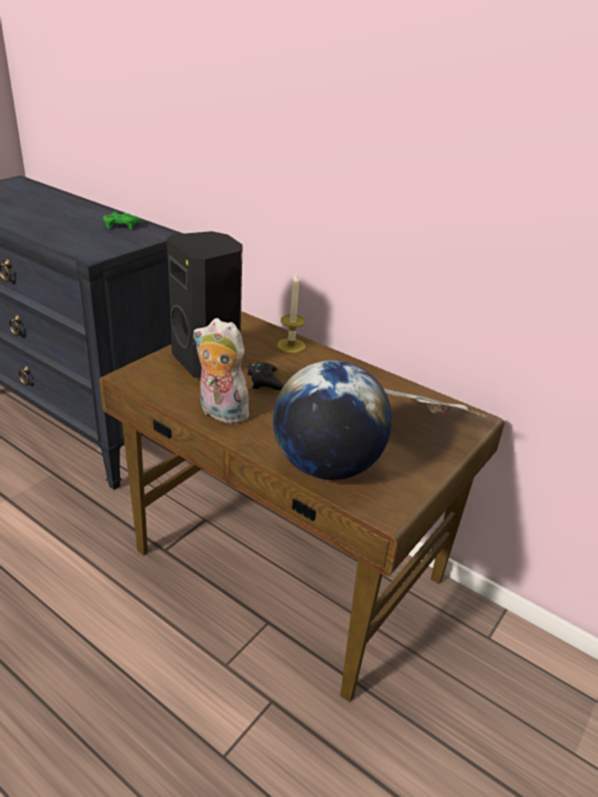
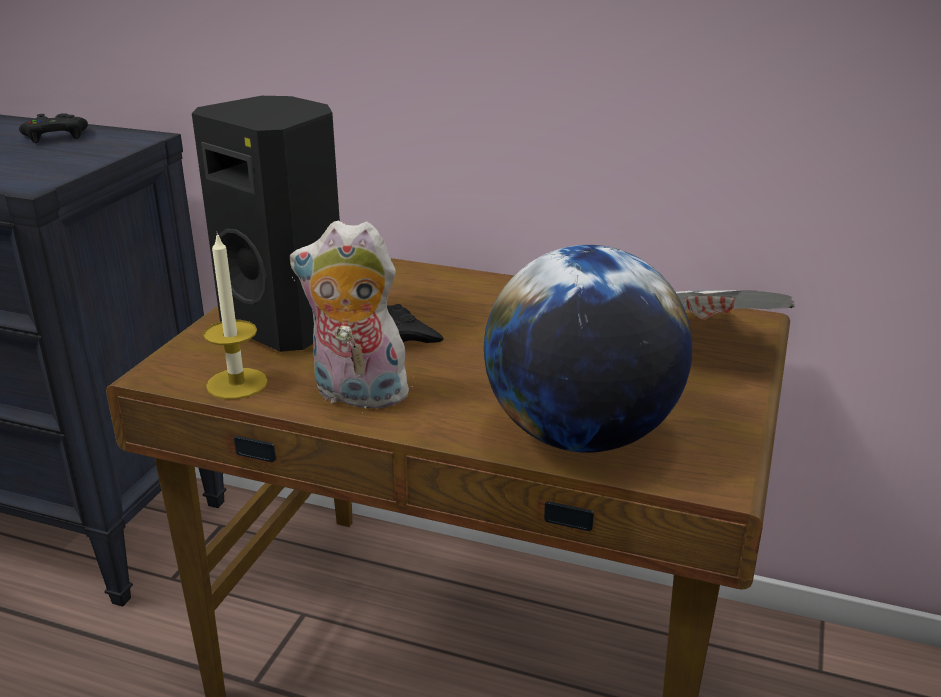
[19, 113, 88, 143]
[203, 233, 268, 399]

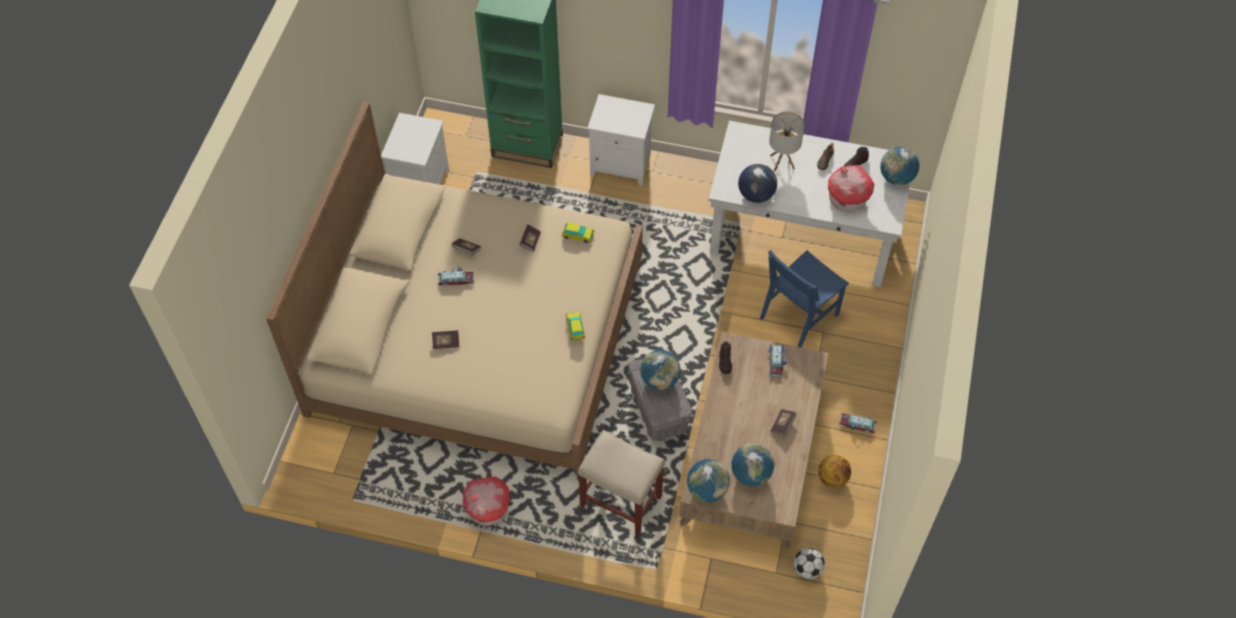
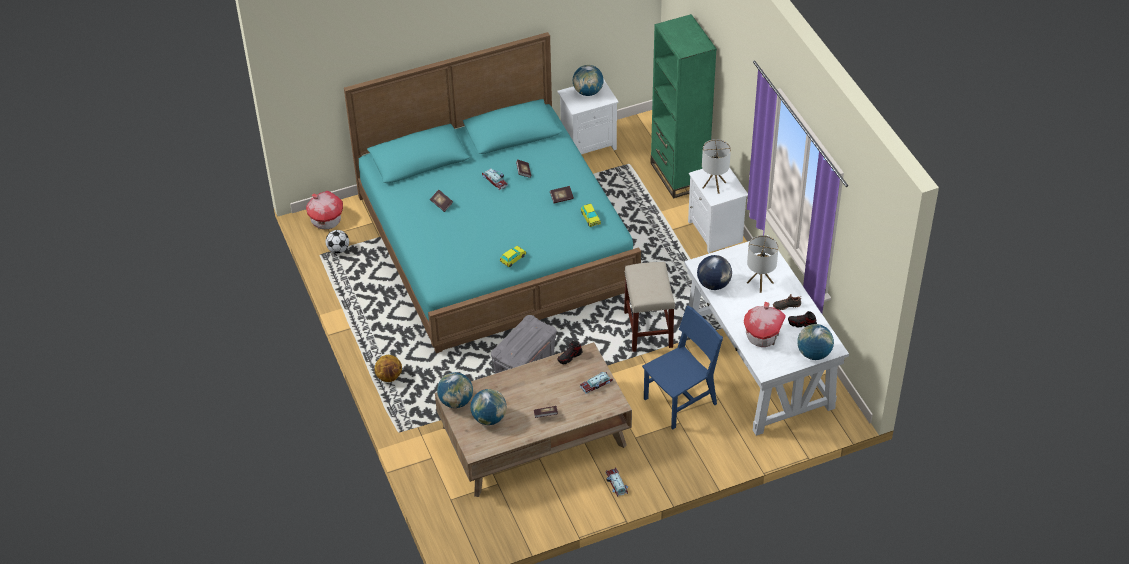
[344, 32, 641, 353]
[642, 305, 723, 429]
[573, 65, 604, 96]
[624, 262, 675, 352]
[374, 355, 402, 382]
[306, 191, 343, 229]
[326, 230, 349, 253]
[702, 139, 731, 194]

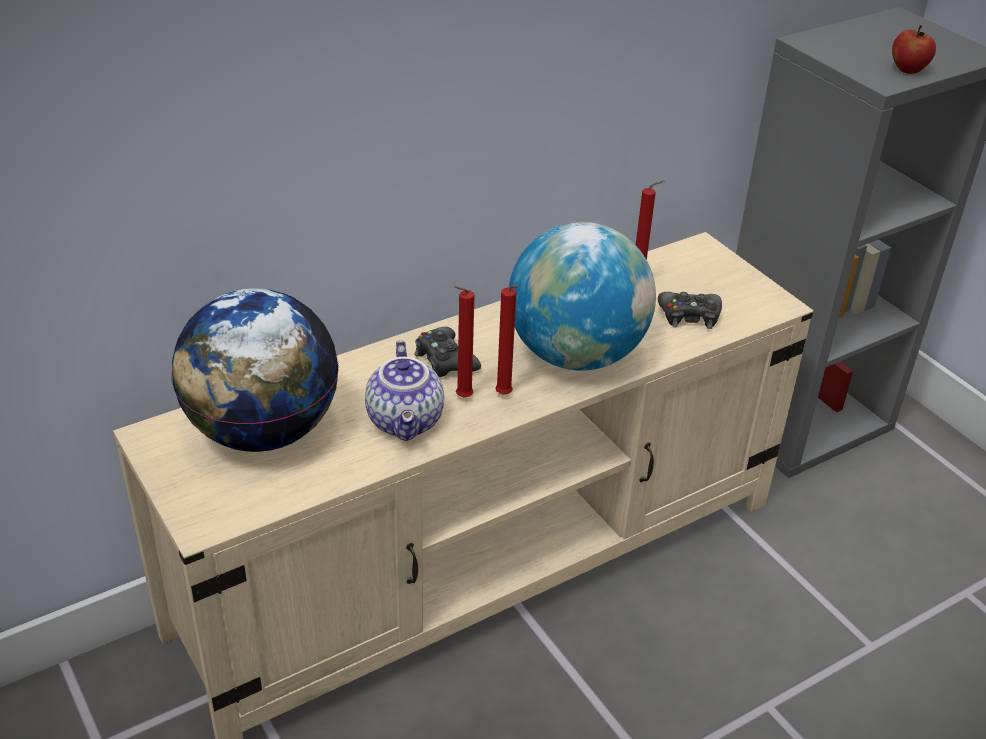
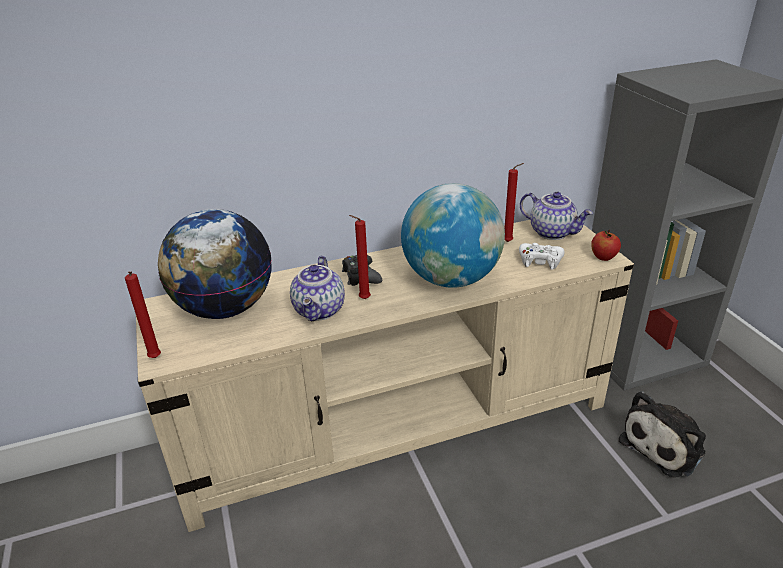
[591, 230, 621, 261]
[125, 271, 161, 358]
[519, 243, 565, 270]
[520, 192, 593, 240]
[619, 391, 706, 477]

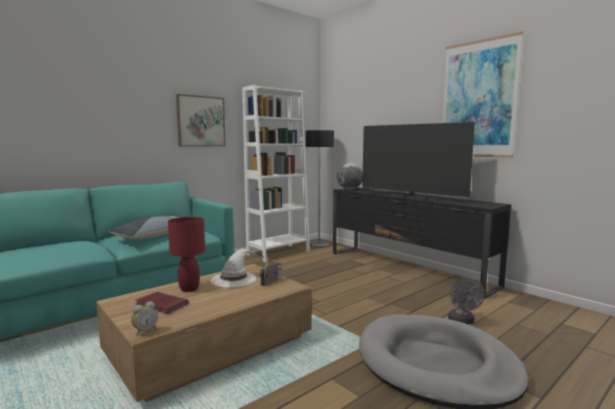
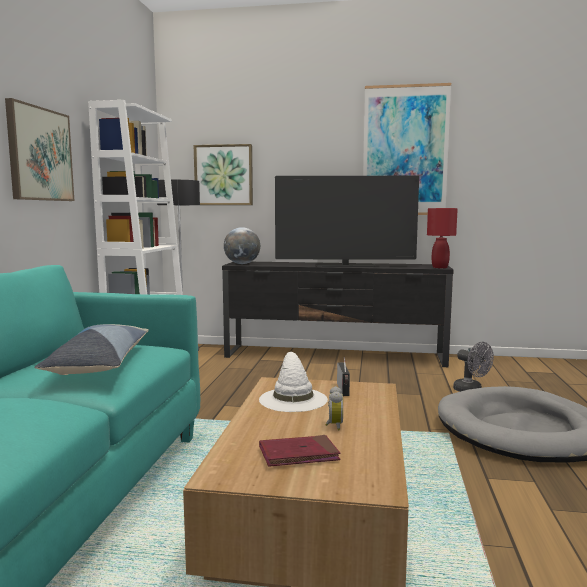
[427, 208, 458, 268]
[325, 386, 343, 431]
[194, 144, 253, 205]

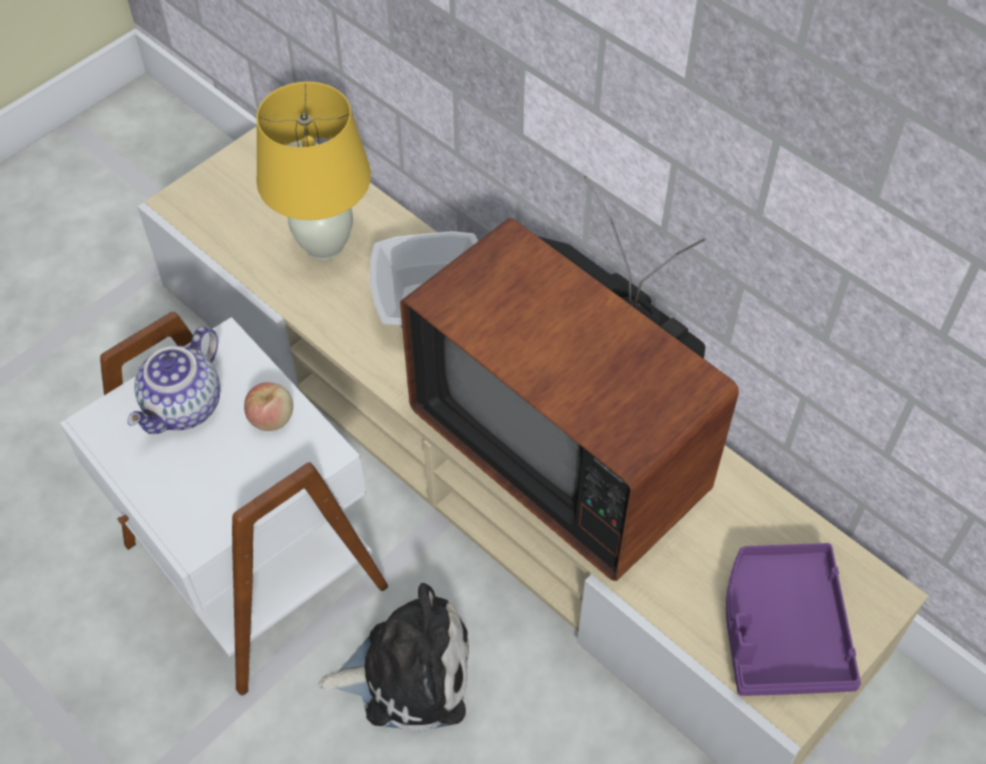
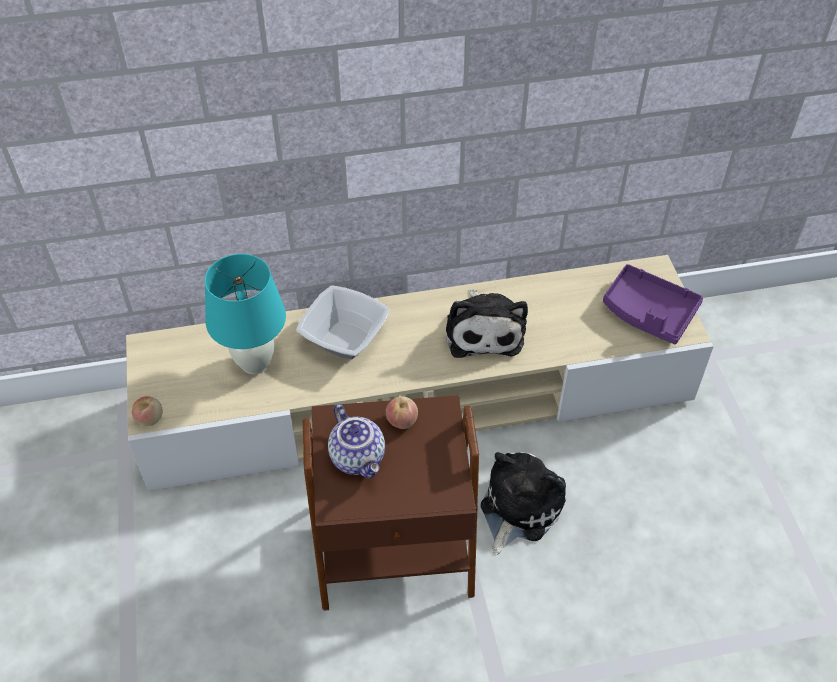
[205, 254, 286, 374]
[446, 289, 528, 358]
[303, 395, 479, 610]
[132, 396, 163, 426]

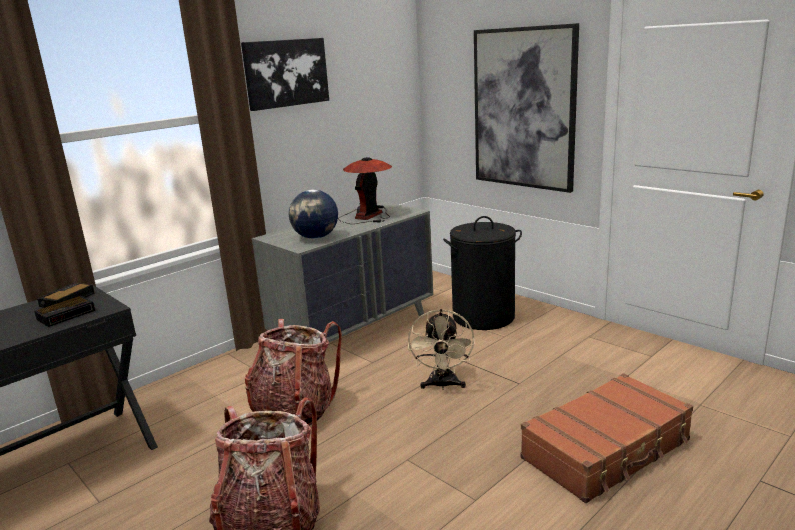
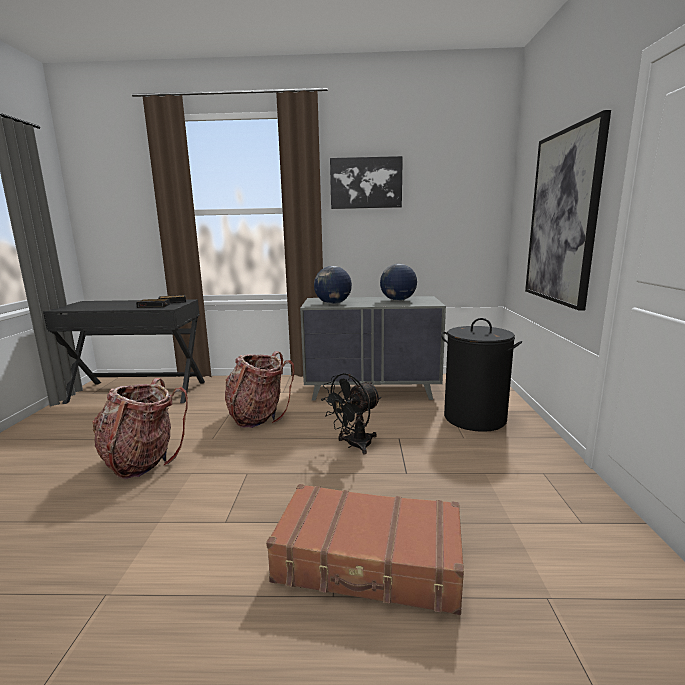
[380, 264, 417, 301]
[321, 373, 381, 454]

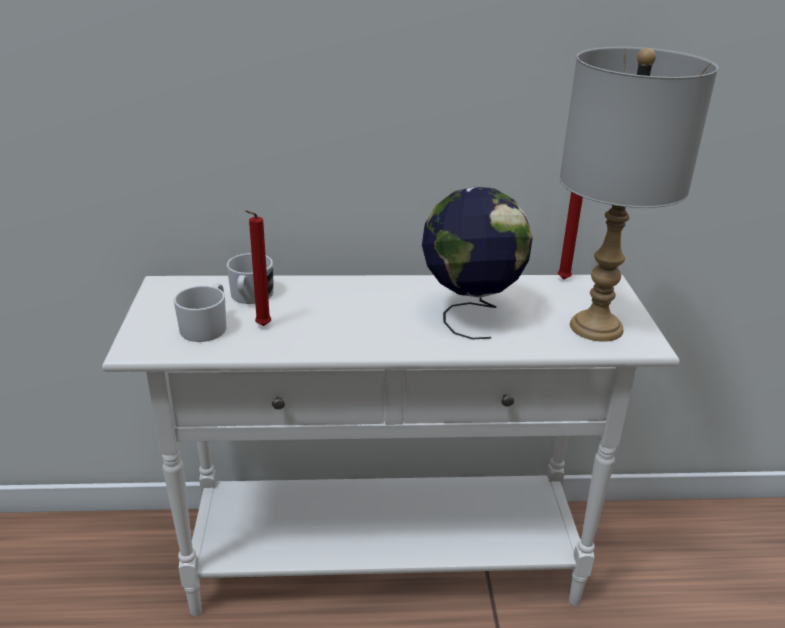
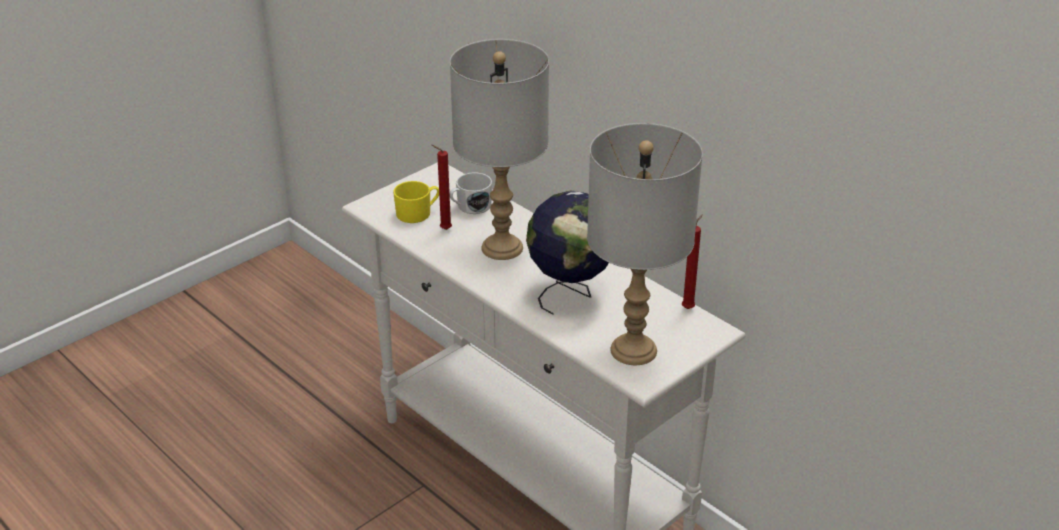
[393, 181, 439, 223]
[450, 39, 549, 260]

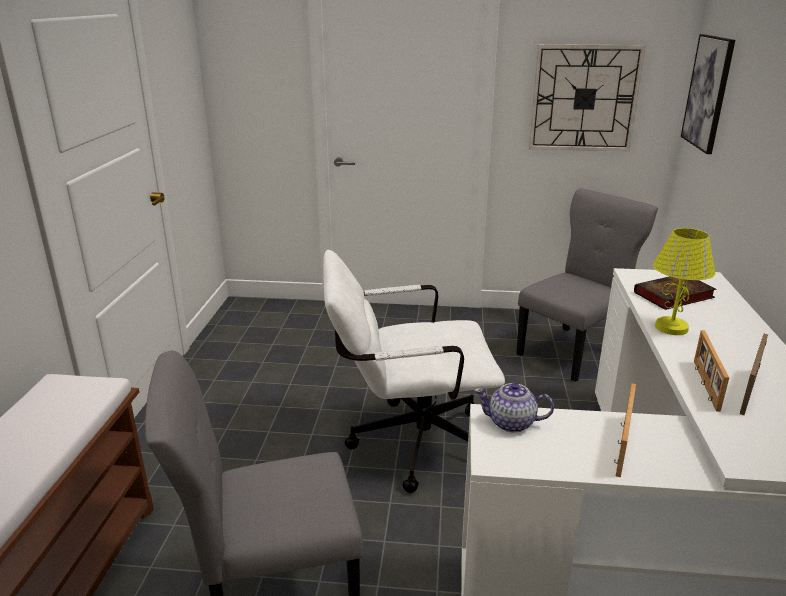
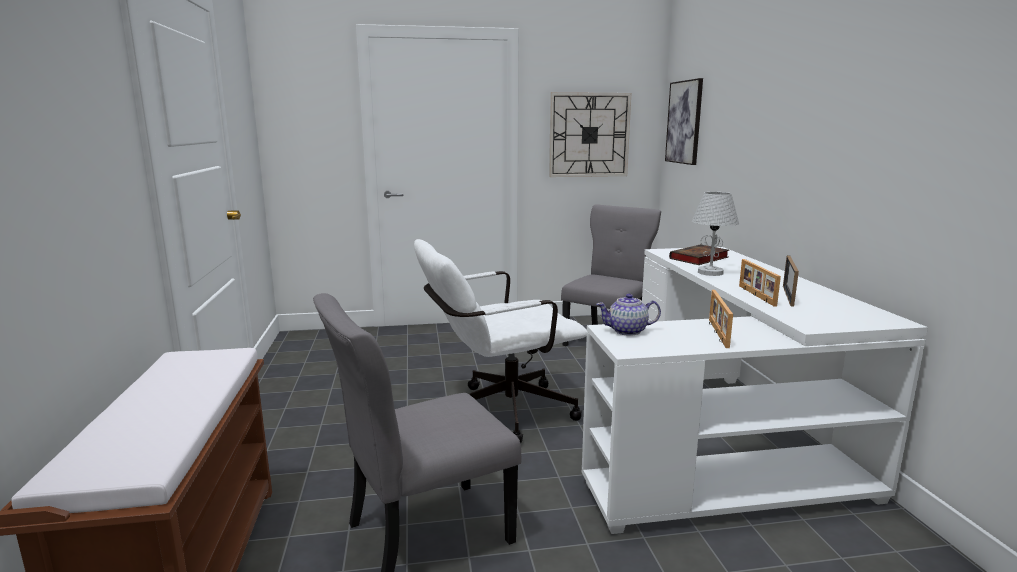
[692, 192, 739, 276]

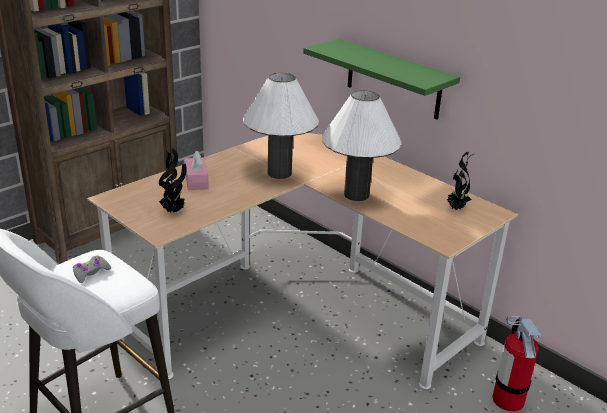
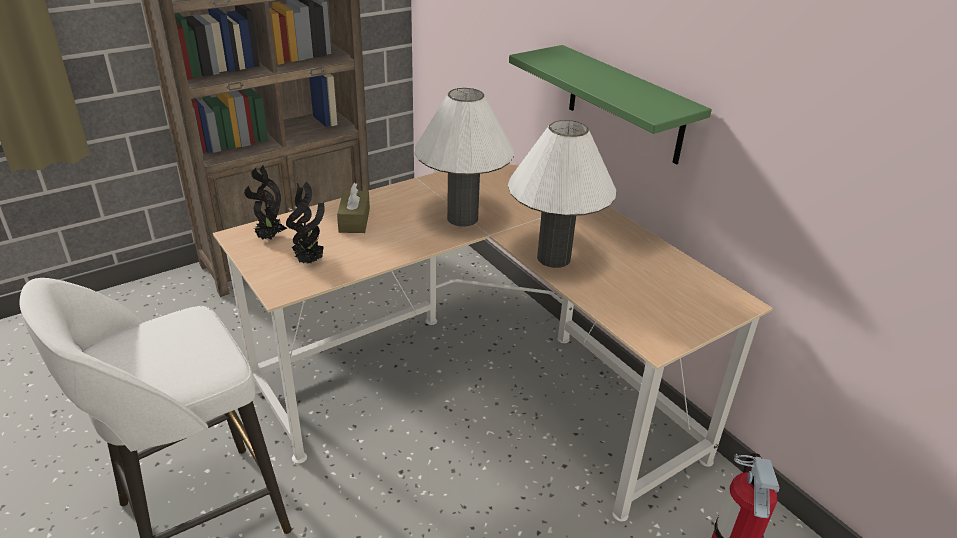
[337, 183, 370, 233]
[244, 166, 287, 240]
[73, 256, 111, 283] (first image)

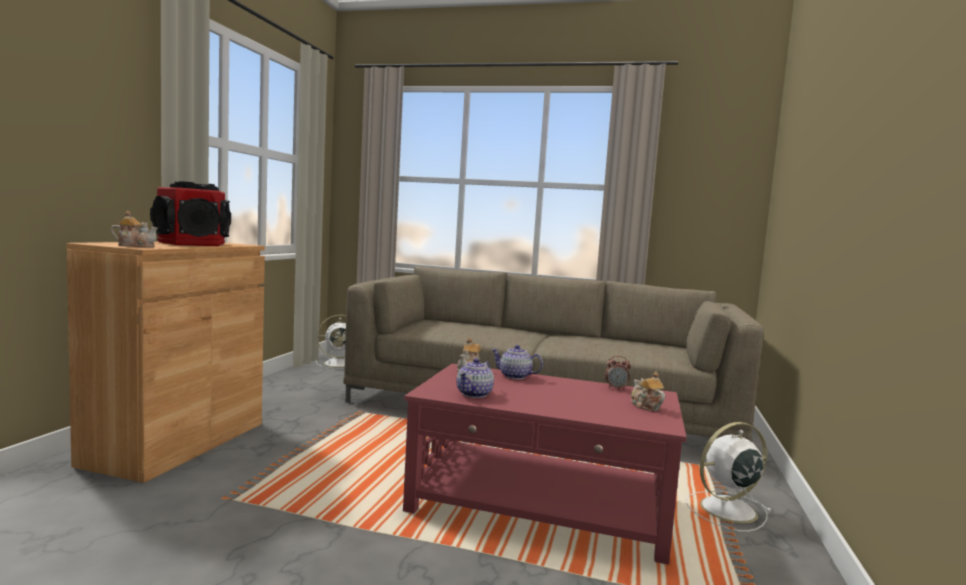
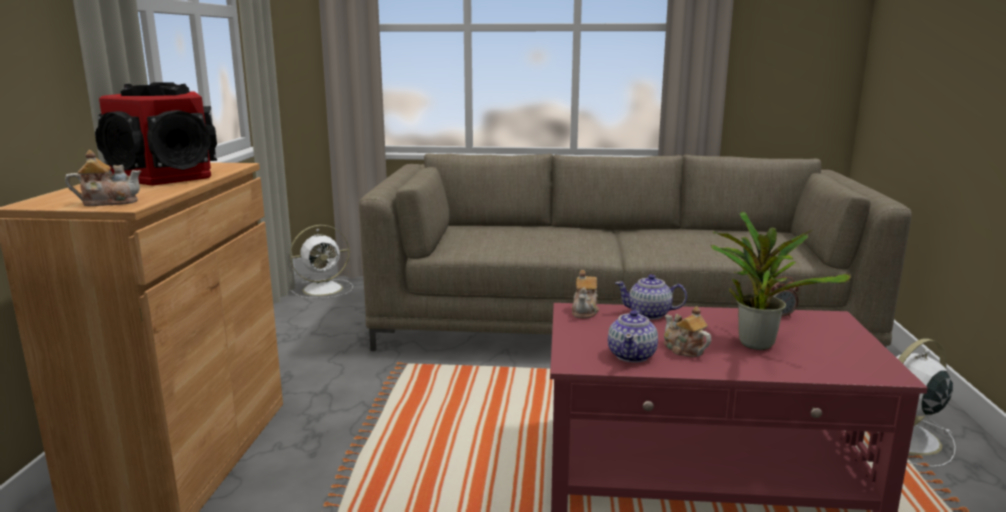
[664, 306, 711, 357]
[710, 211, 851, 350]

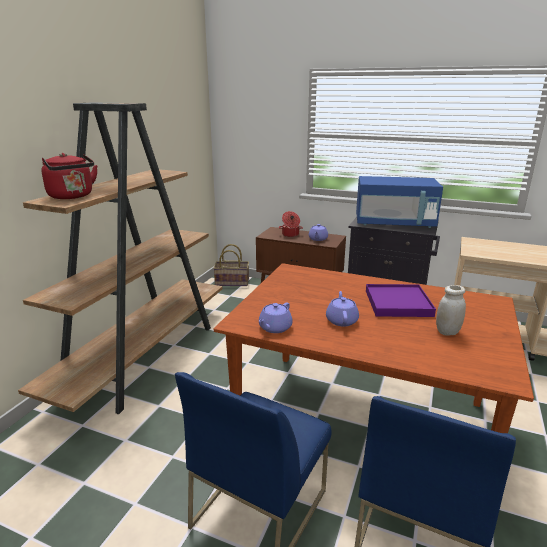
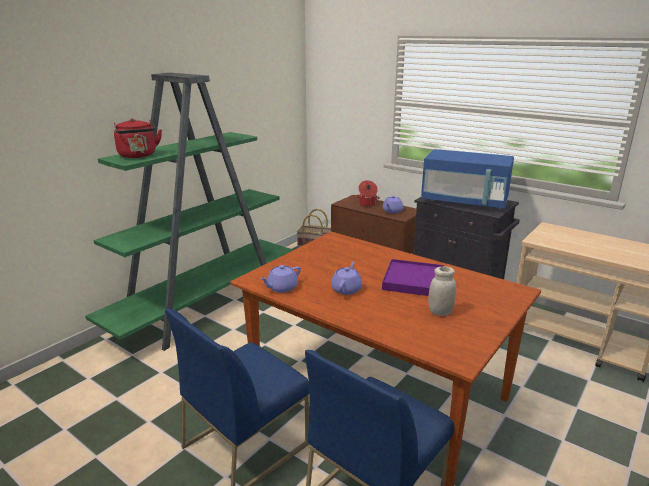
[85, 73, 293, 351]

